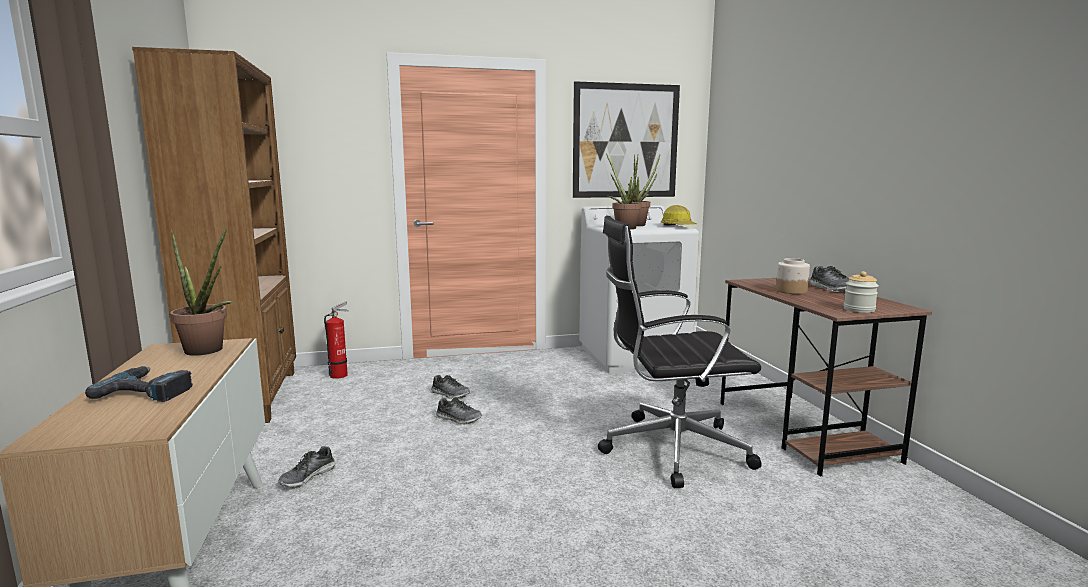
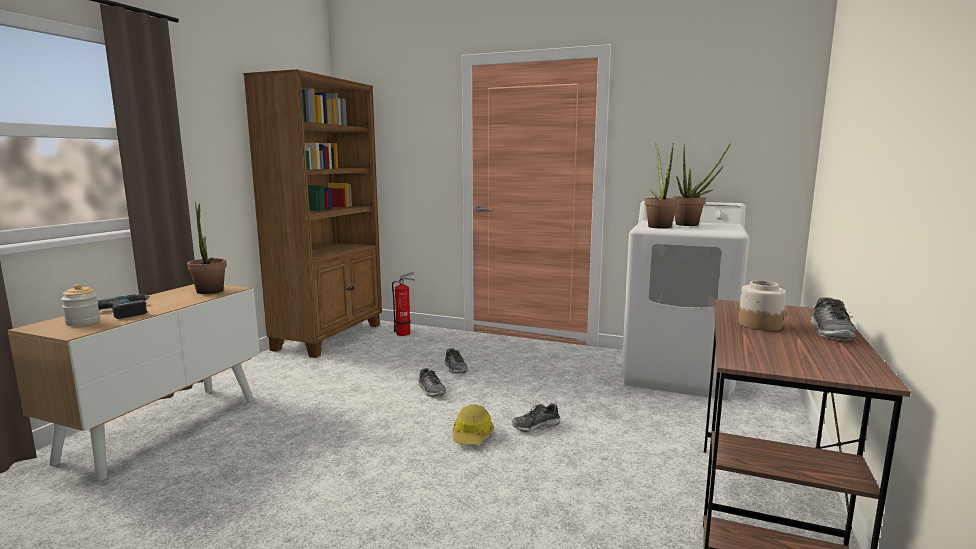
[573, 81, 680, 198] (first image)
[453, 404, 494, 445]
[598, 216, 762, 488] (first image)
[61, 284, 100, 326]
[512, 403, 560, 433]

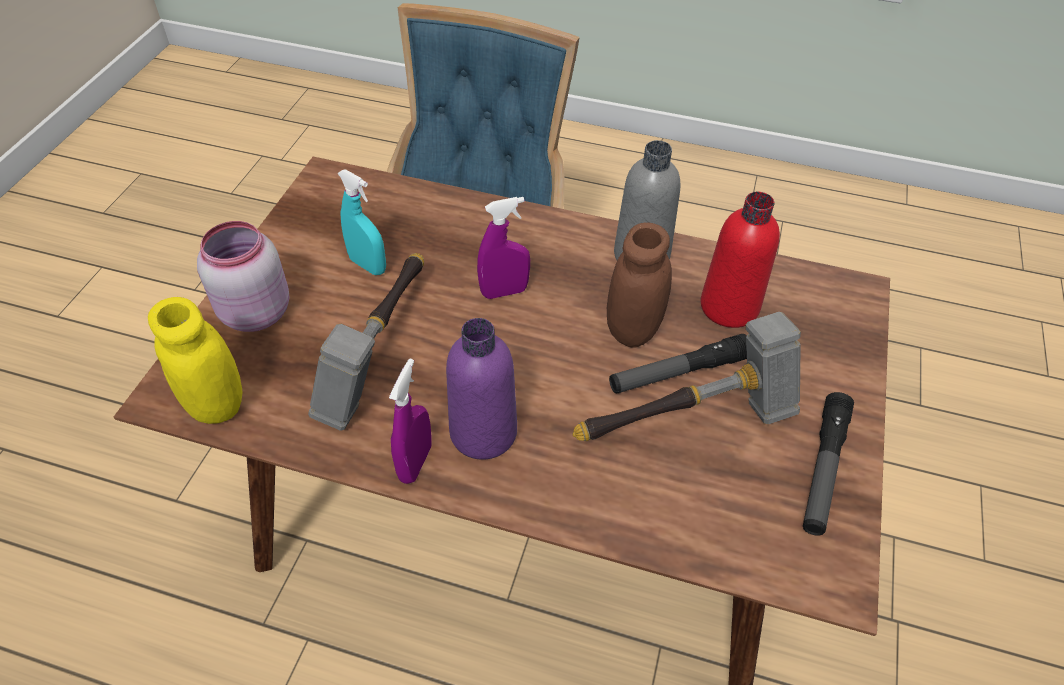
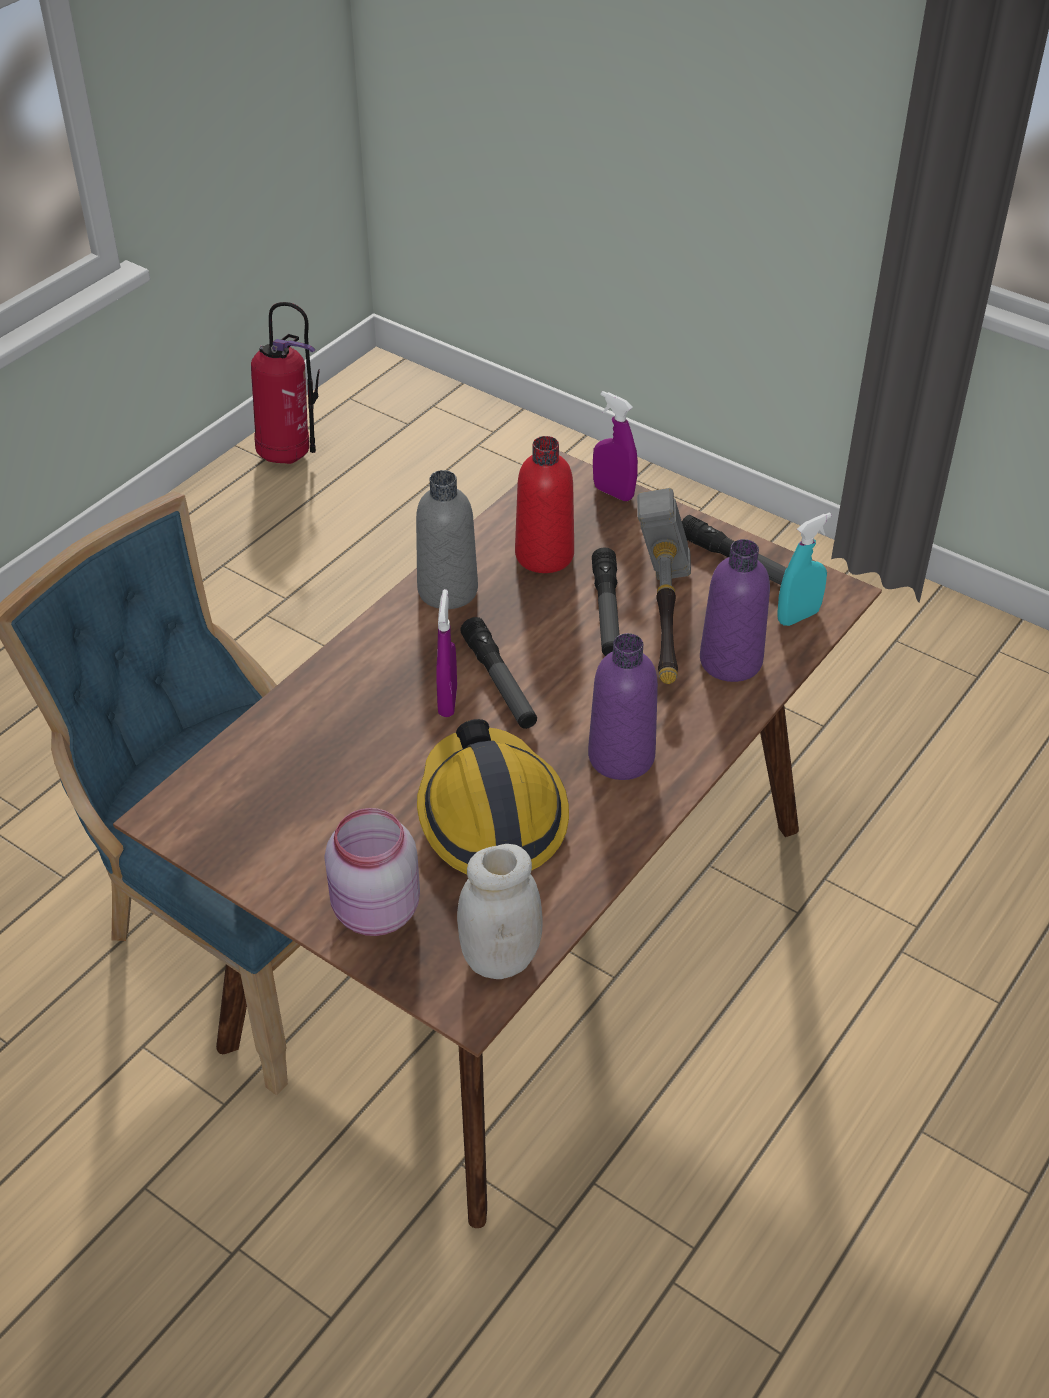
[778, 512, 832, 626]
[607, 223, 672, 348] (first image)
[417, 719, 569, 874]
[457, 844, 543, 979]
[593, 391, 638, 501]
[251, 302, 320, 464]
[700, 539, 770, 682]
[460, 617, 537, 729]

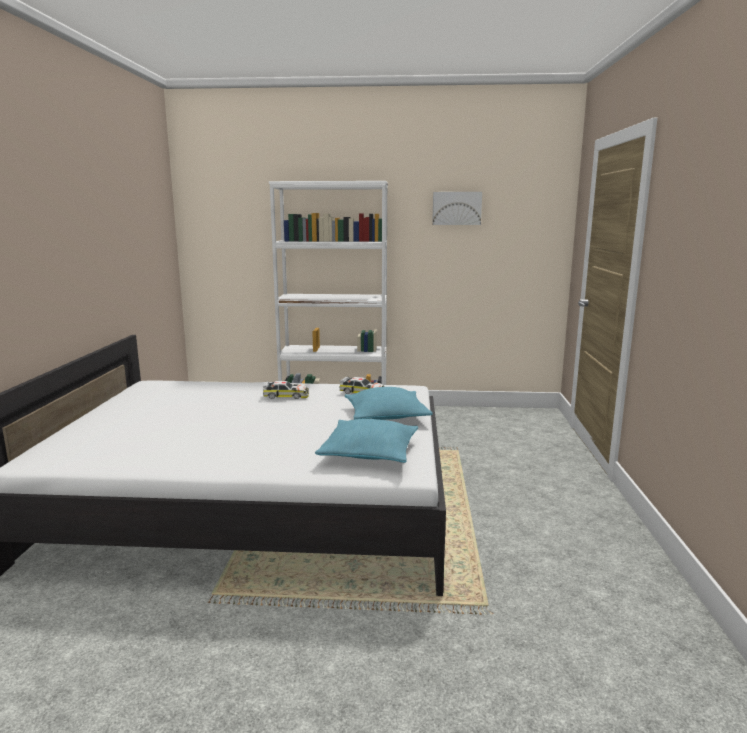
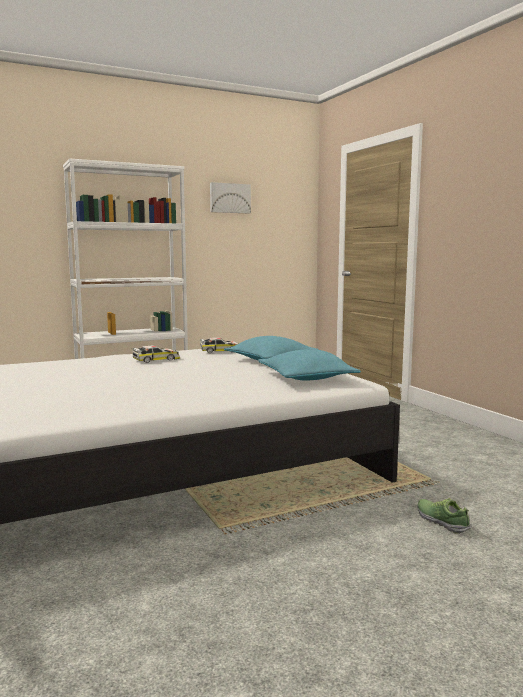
[417, 498, 471, 534]

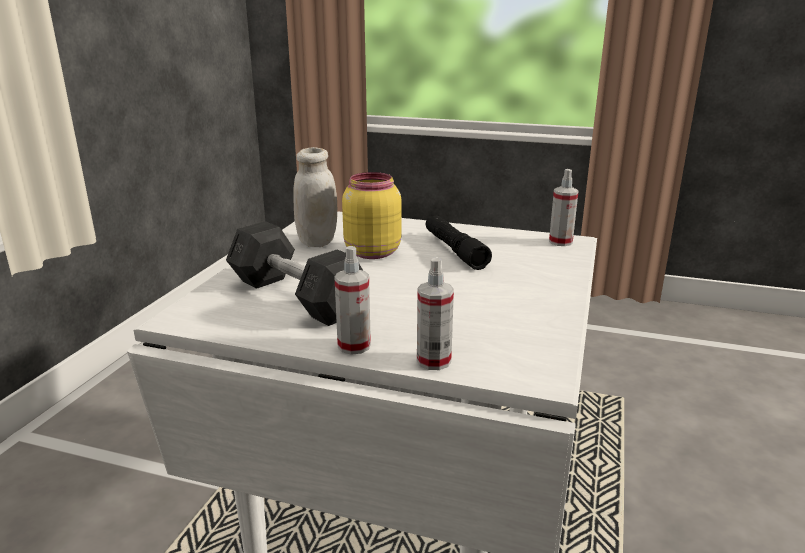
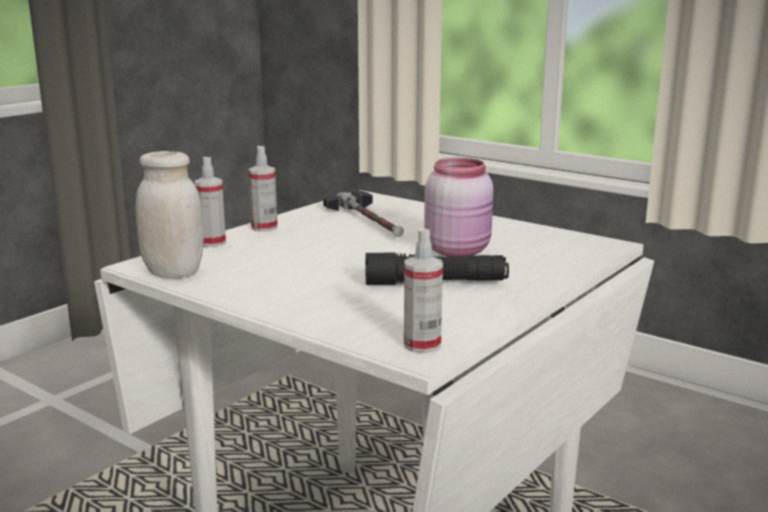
[135, 151, 204, 278]
[424, 158, 493, 257]
[323, 189, 404, 237]

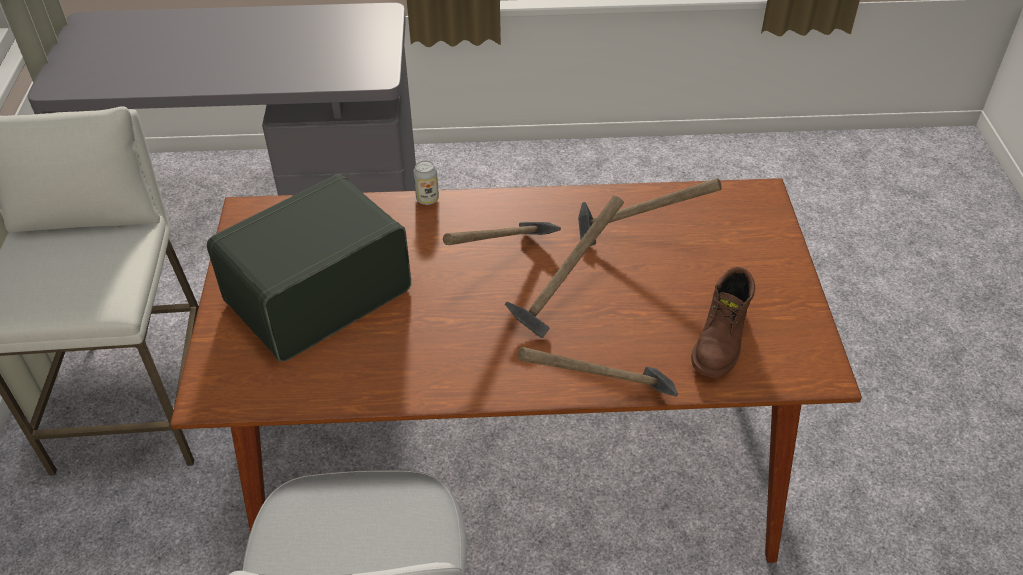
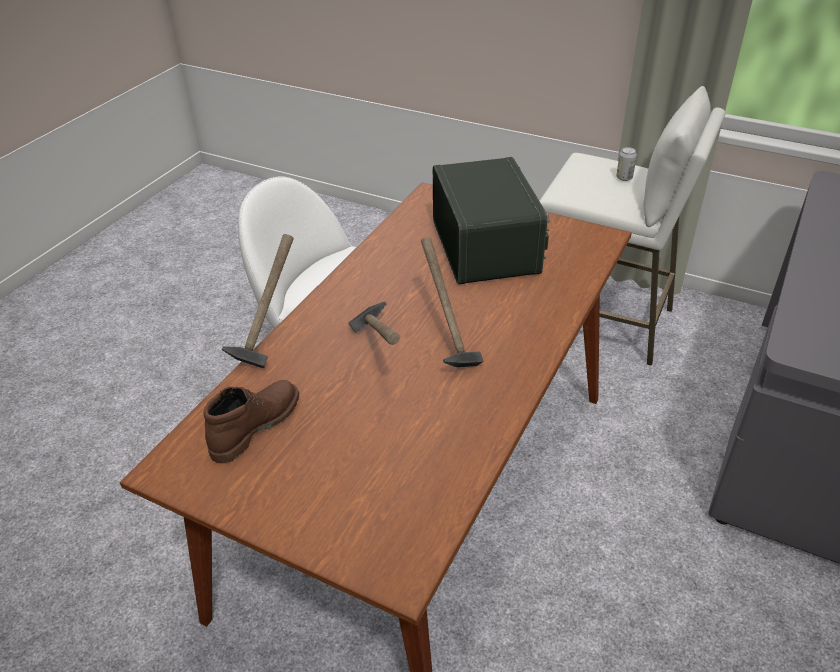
[616, 147, 637, 181]
[578, 178, 722, 246] (first image)
[204, 380, 299, 463]

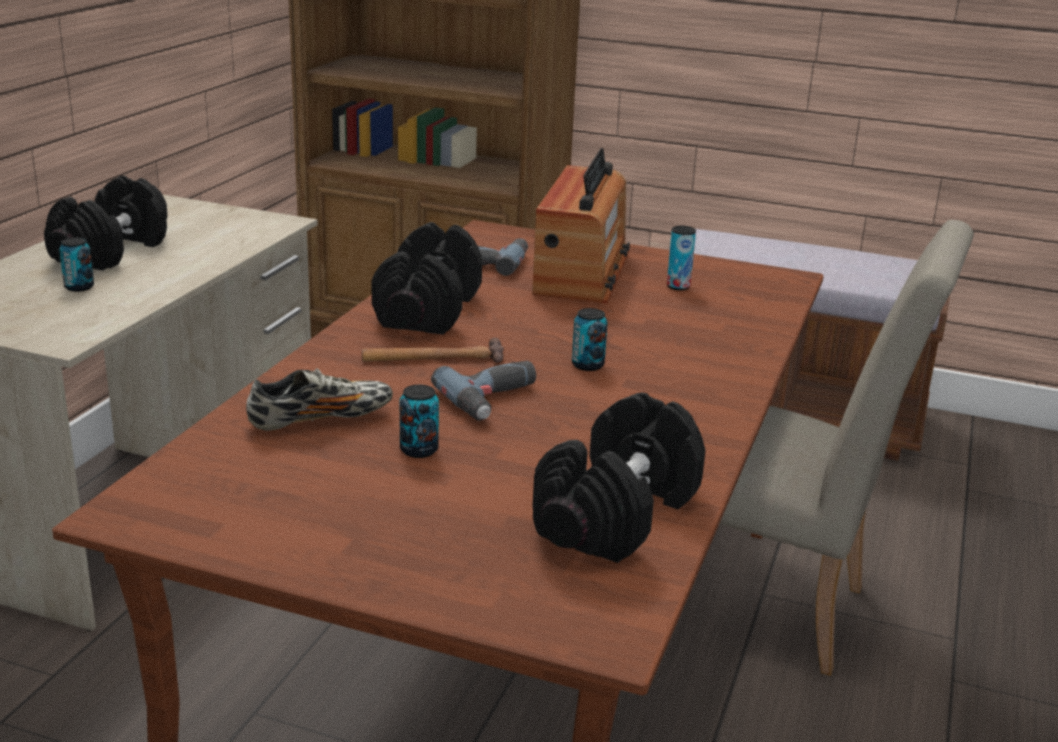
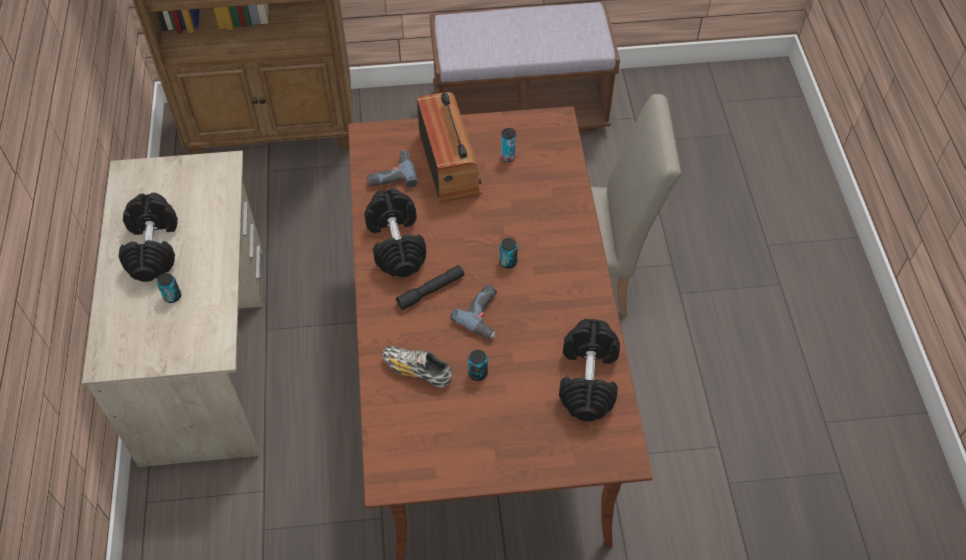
[396, 265, 464, 310]
[382, 346, 452, 388]

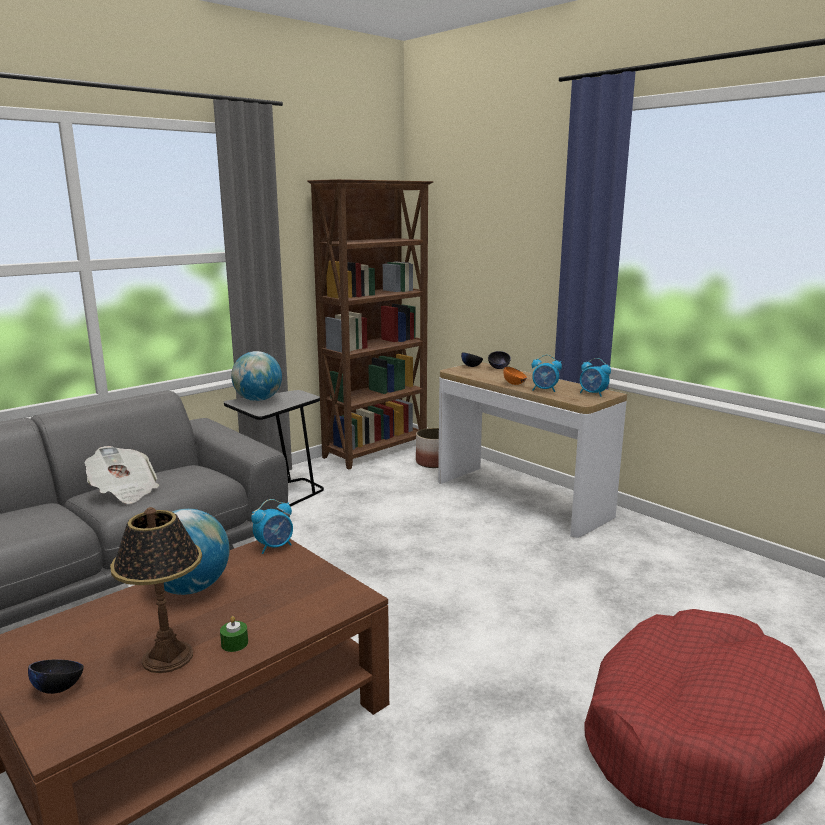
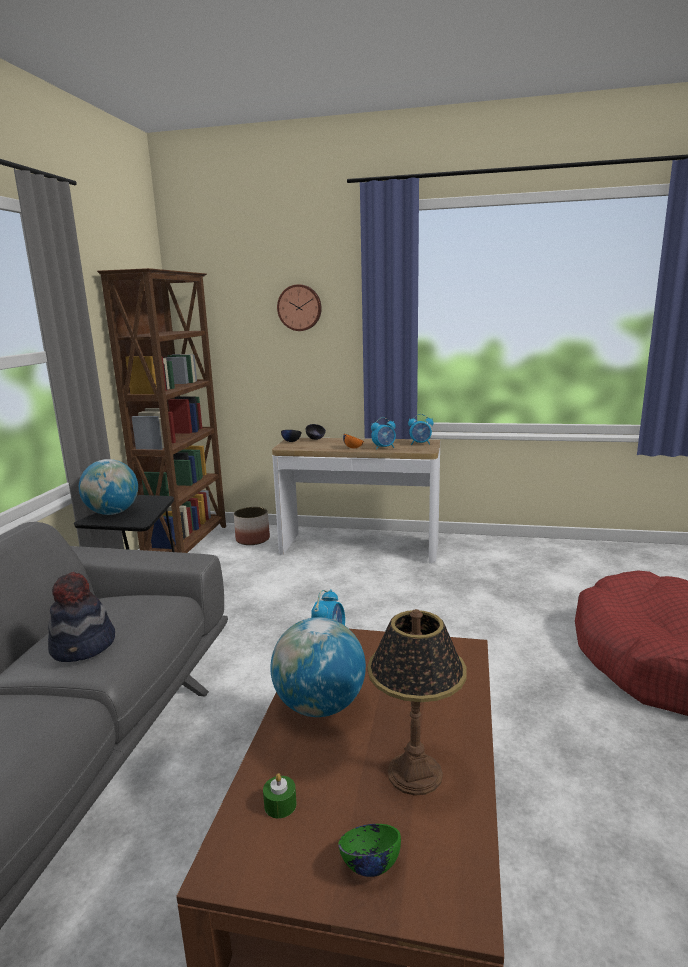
[48, 572, 115, 662]
[263, 773, 297, 819]
[338, 824, 401, 877]
[277, 284, 322, 331]

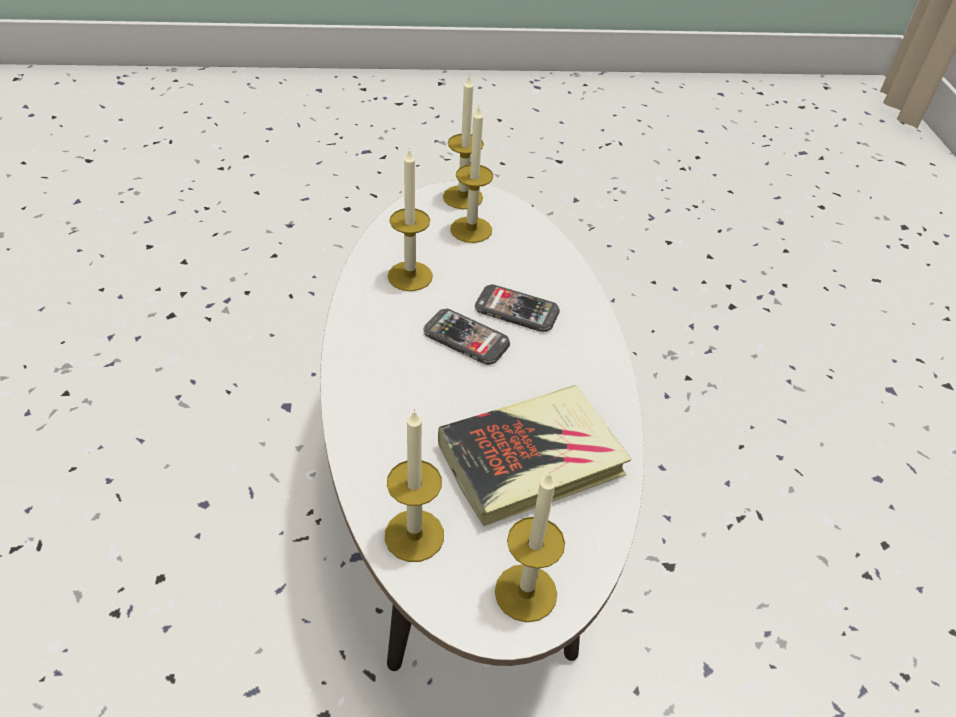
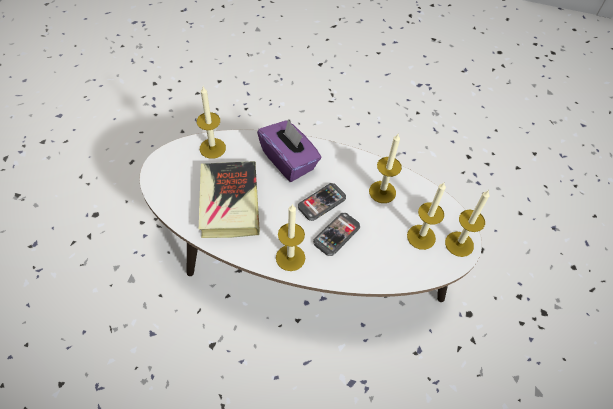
[276, 204, 305, 271]
[257, 119, 321, 182]

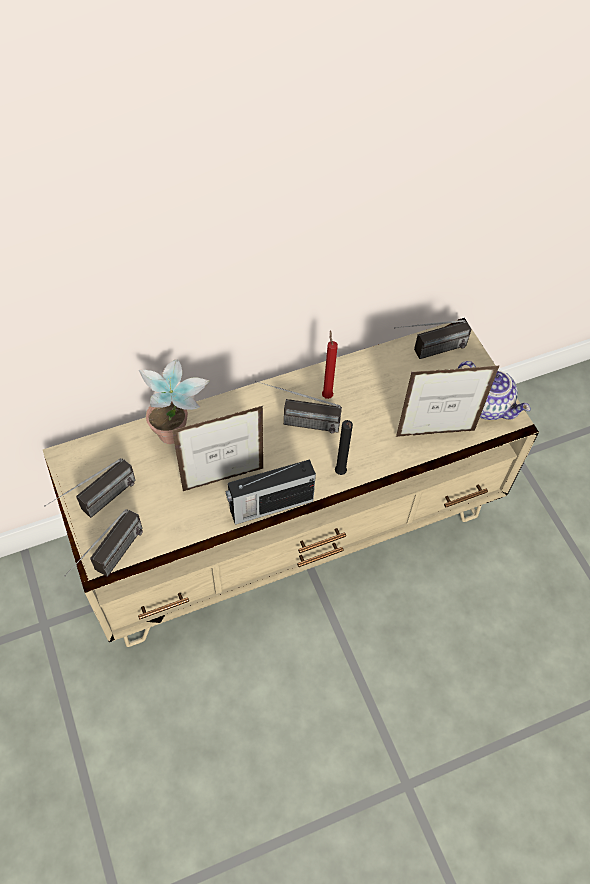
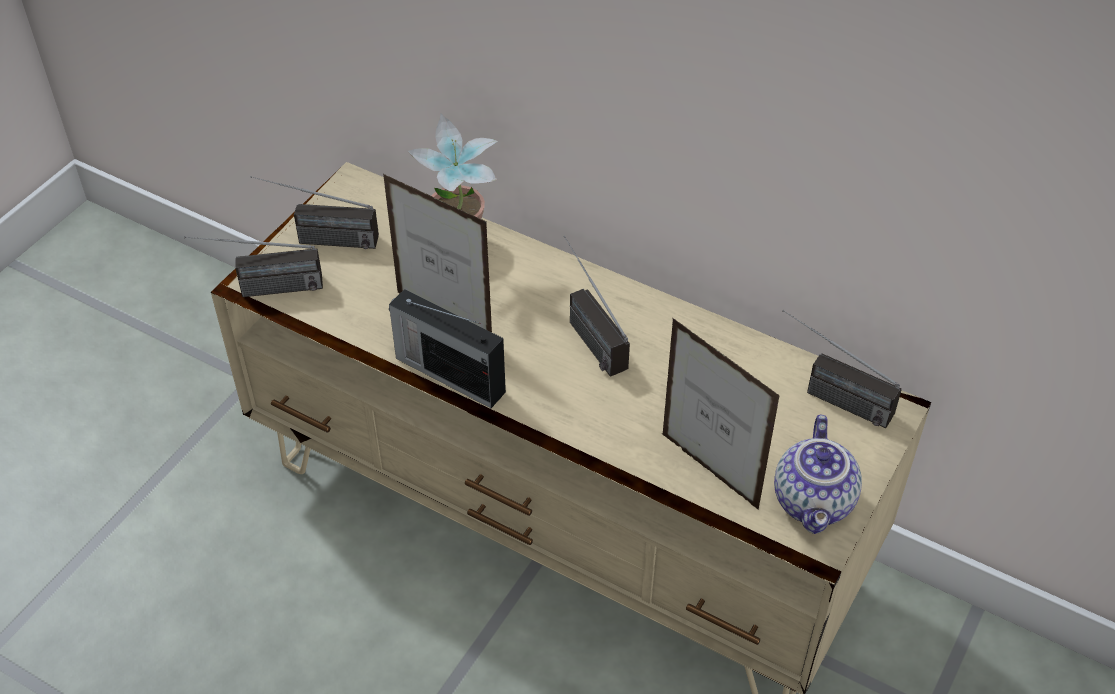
[322, 330, 338, 399] (first image)
[335, 420, 353, 475] (first image)

